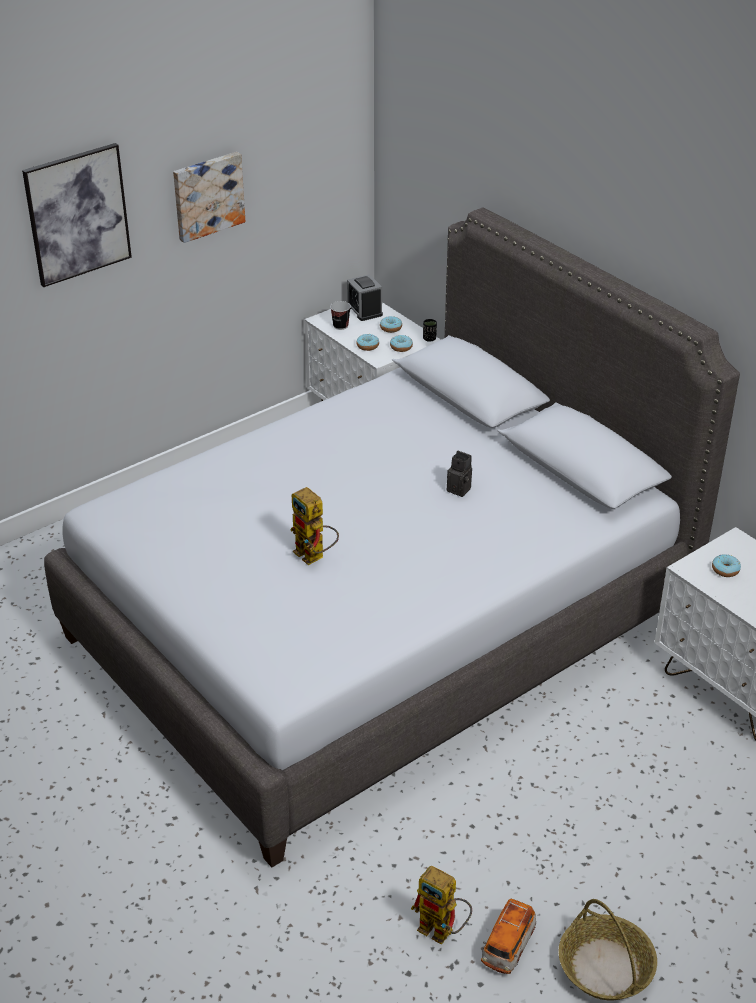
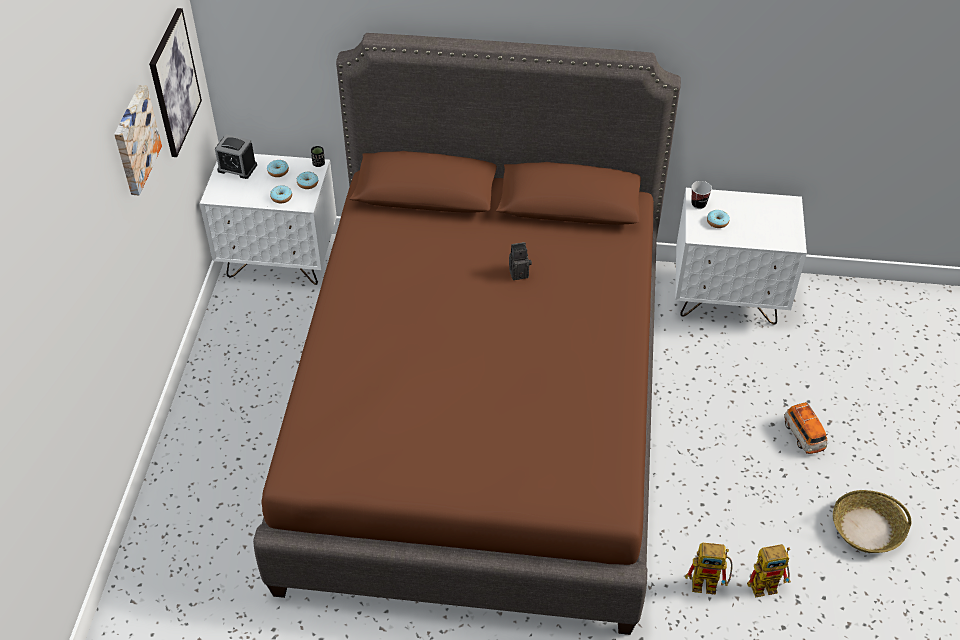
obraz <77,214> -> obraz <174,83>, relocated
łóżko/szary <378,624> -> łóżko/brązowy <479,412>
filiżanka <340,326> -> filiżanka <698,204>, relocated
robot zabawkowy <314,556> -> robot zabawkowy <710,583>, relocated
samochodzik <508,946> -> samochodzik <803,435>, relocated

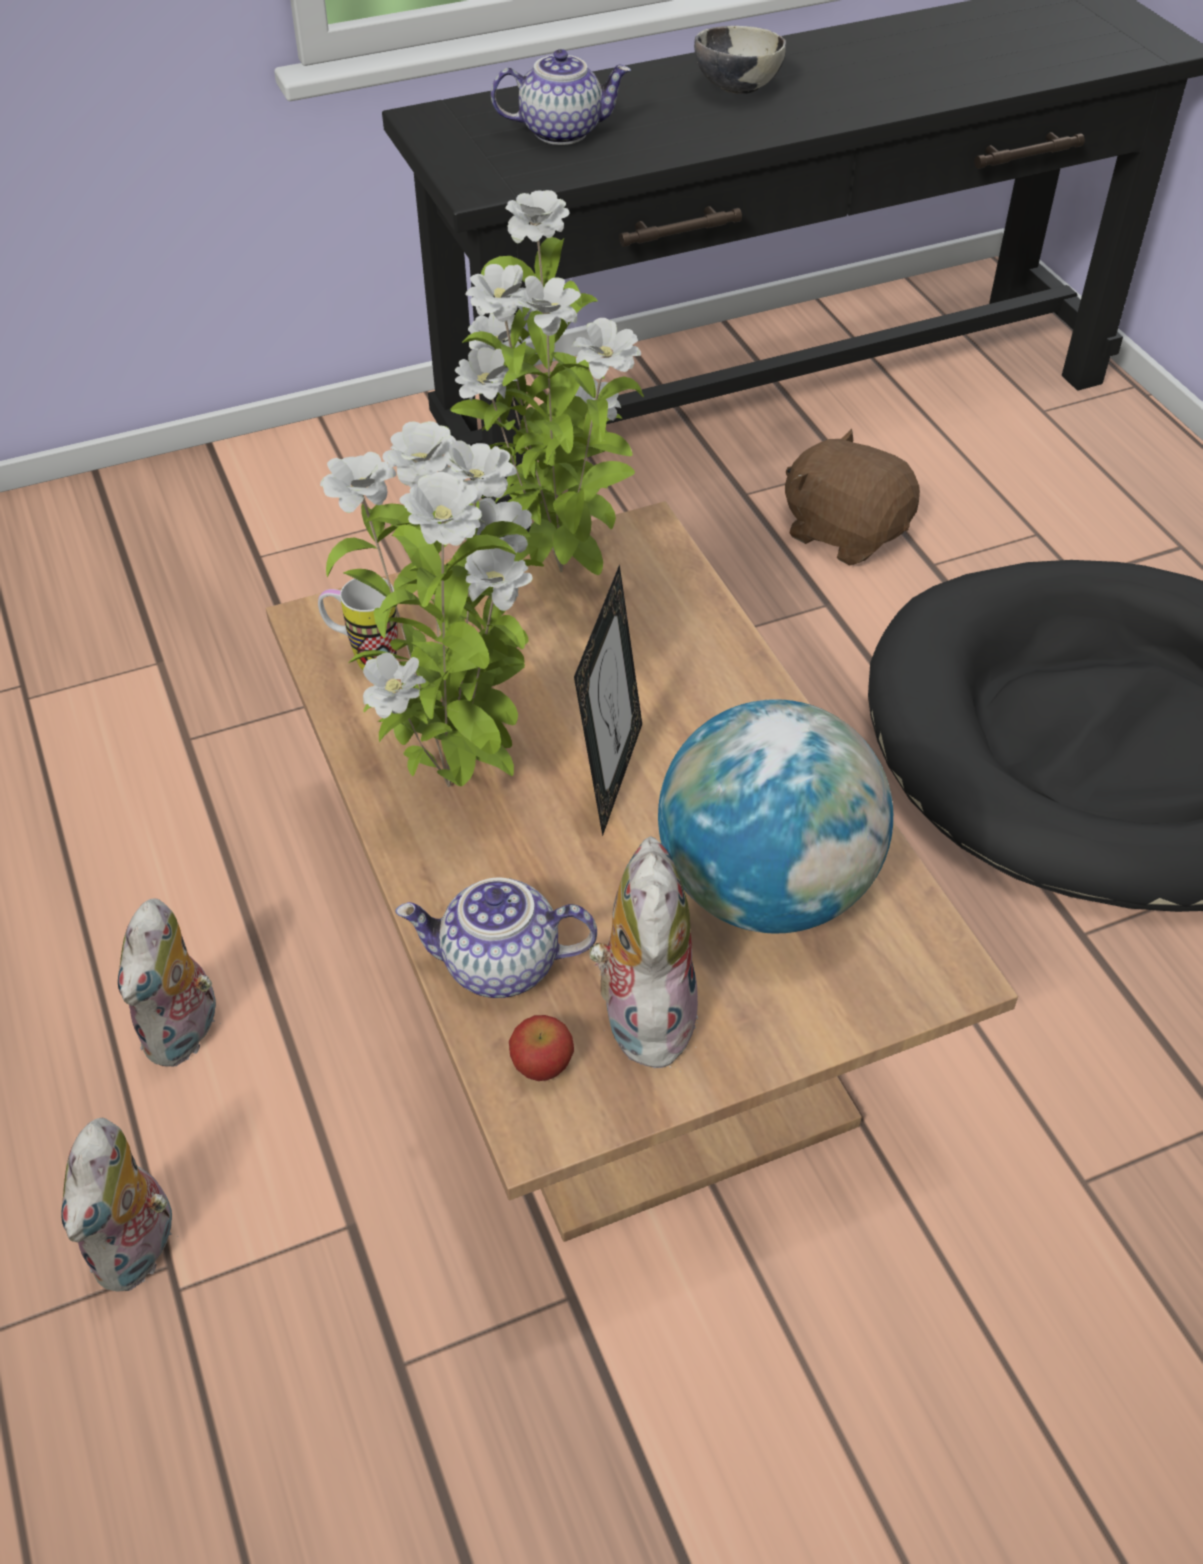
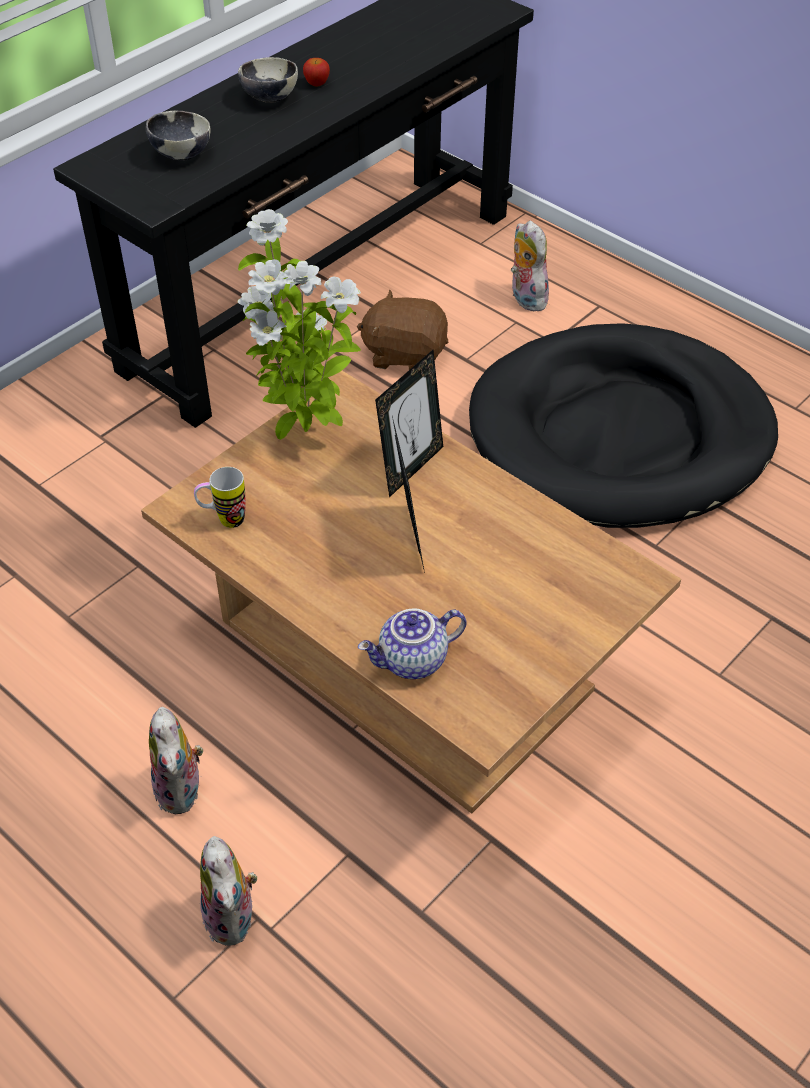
imbryk <562,131> -> miska <181,154>
roślina doniczkowa <455,783> -> none
globus <766,888> -> none
pluszak <642,1013> -> pluszak <525,298>, relocated
jabłko <542,1065> -> jabłko <317,83>, relocated
none -> ramka na zdjęcie <410,468>

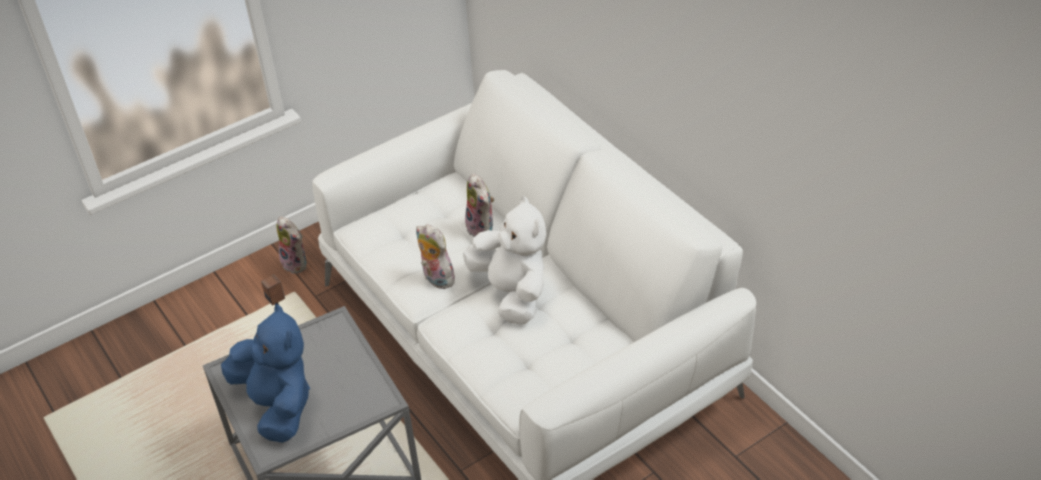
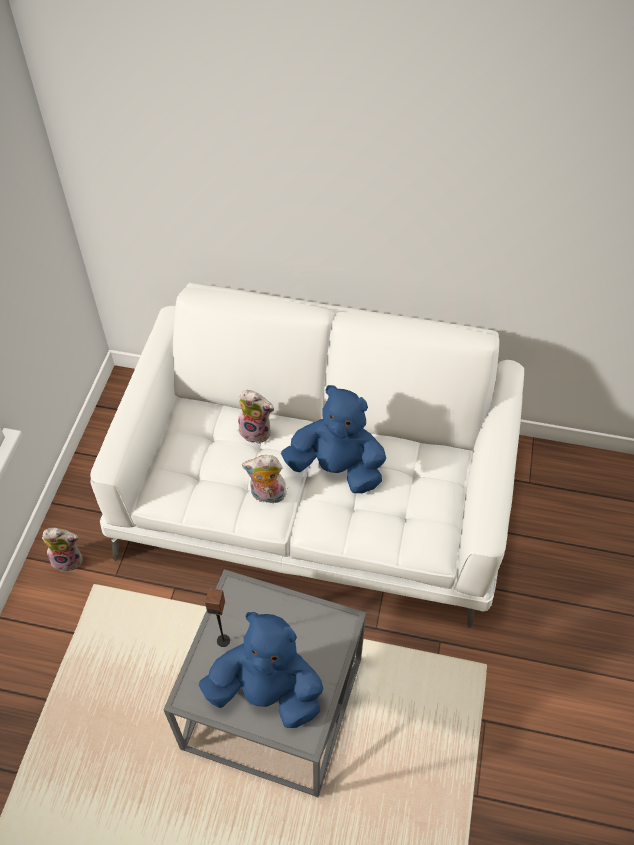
pluszak/biały <512,293> -> pluszak/niebieski <336,468>

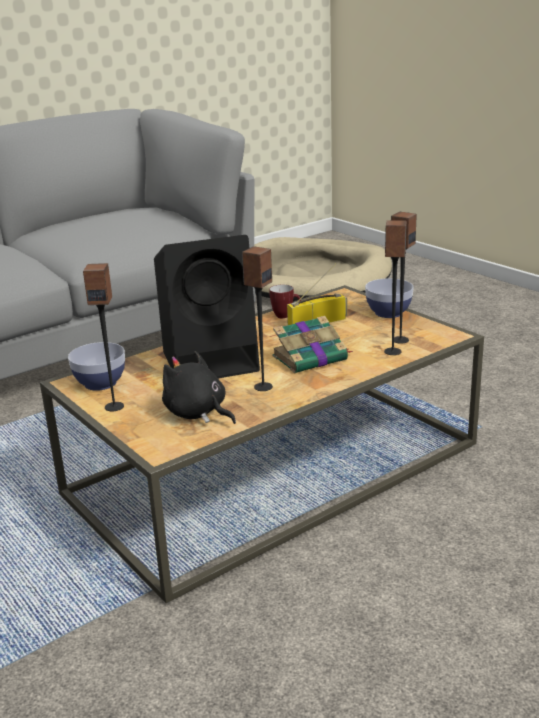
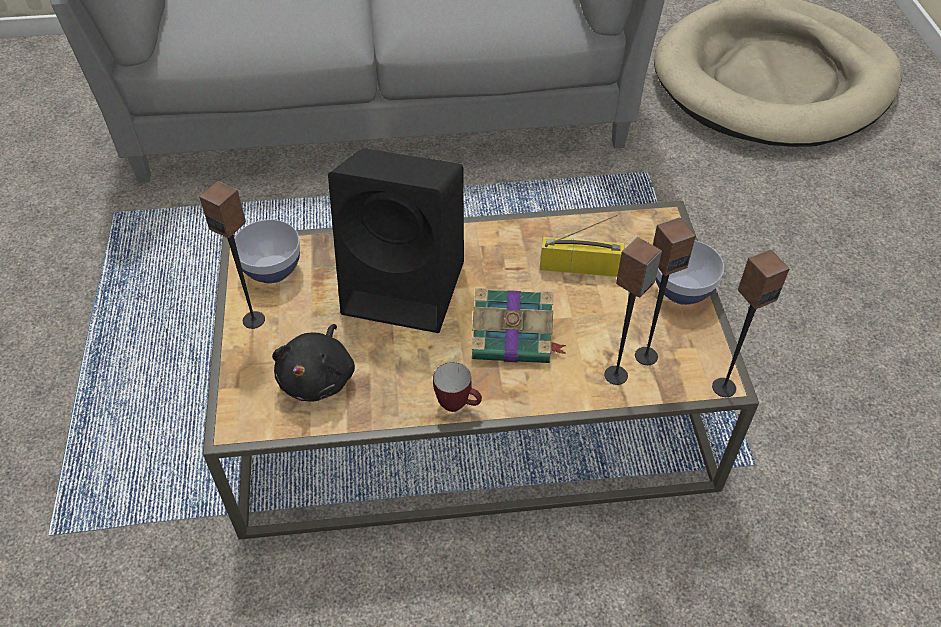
głośnik <263,387> -> głośnik <723,387>, relocated
kubek <285,315> -> kubek <458,405>, relocated
pluszak/czarny <198,413> -> pluszak/czarny <319,377>, 150 degrees counterclockwise

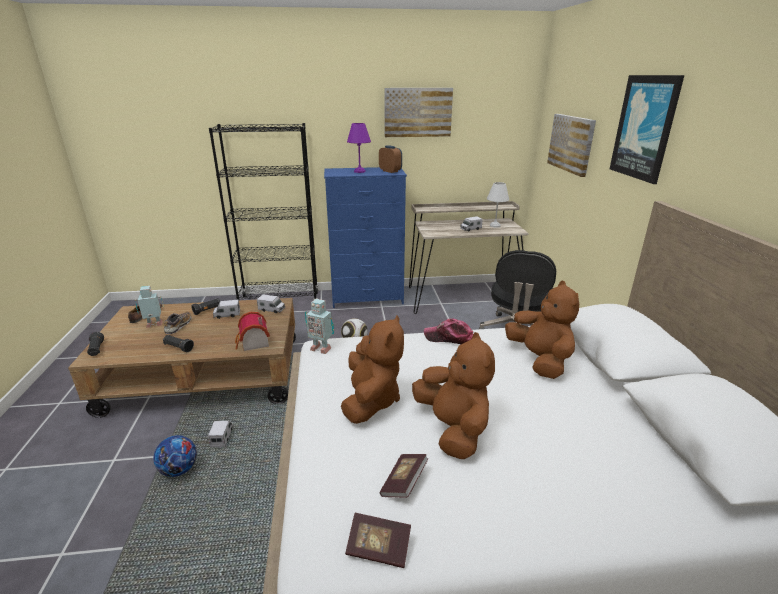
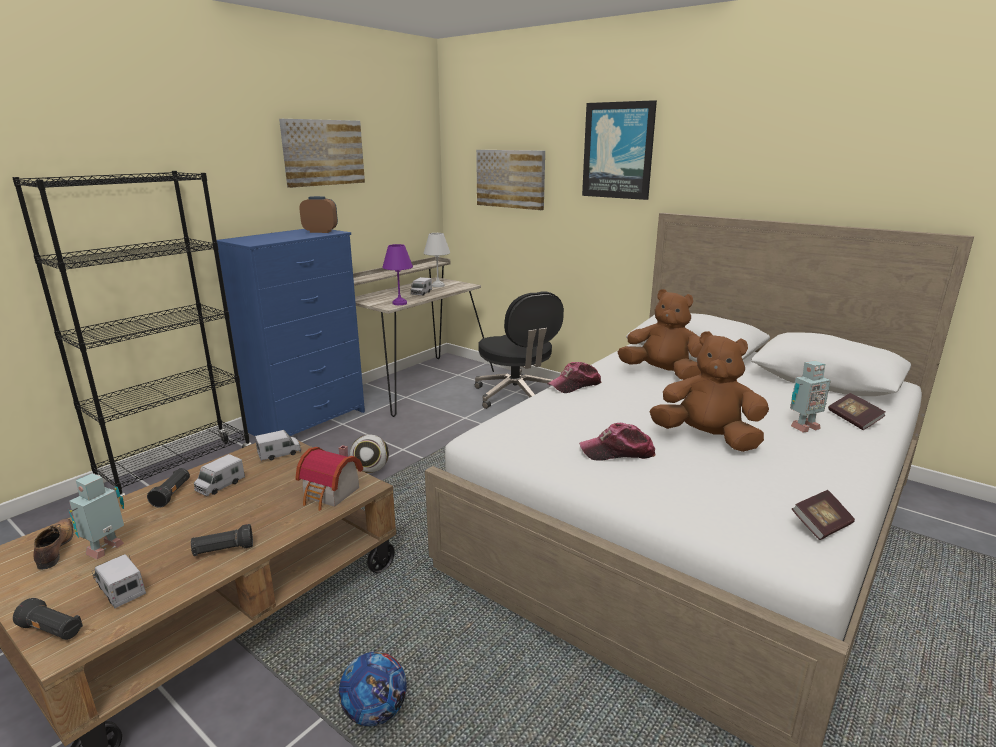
lampa stołowa/fioletowy <359,171> -> lampa stołowa/fioletowy <399,303>, relocated
robot zabawkowy <321,348> -> robot zabawkowy <802,427>, relocated
but <178,326> -> none
pluszak/brązowy <371,400> -> czapka z daszkiem <617,452>
ciężarówka zabawkowa <222,437> -> ciężarówka zabawkowa <121,590>, relocated
książka <404,483> -> książka <854,420>, relocated

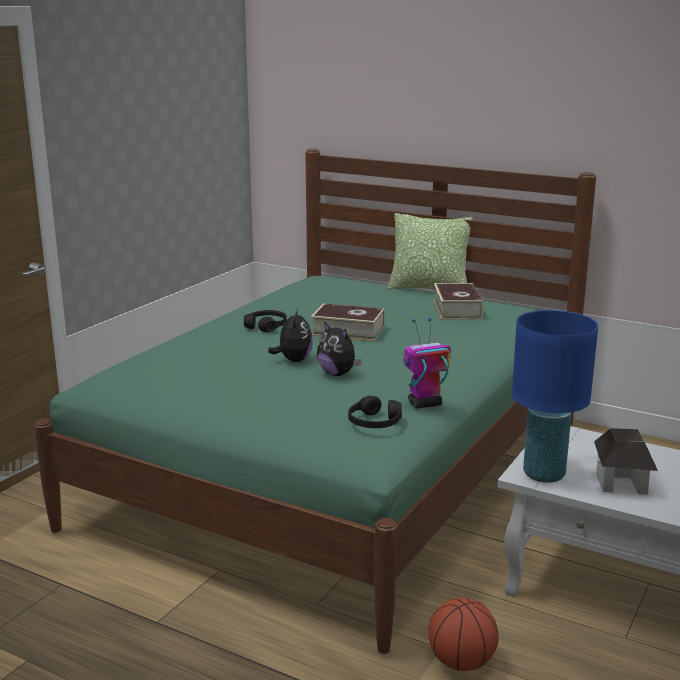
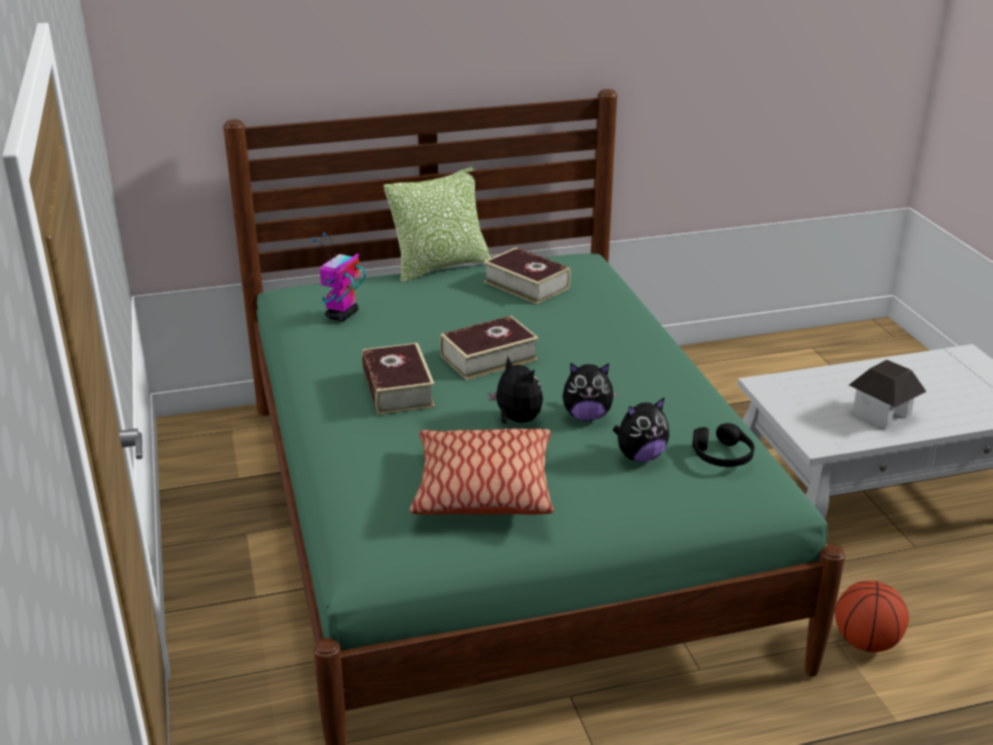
słuchawki/czarny <266,326> -> książka <398,389>
lampa stołowa/niebieski <543,474> -> none
robot zabawkowy <424,404> -> robot zabawkowy <342,315>, relocated
none -> pluszak <640,456>
none -> poduszka <483,489>

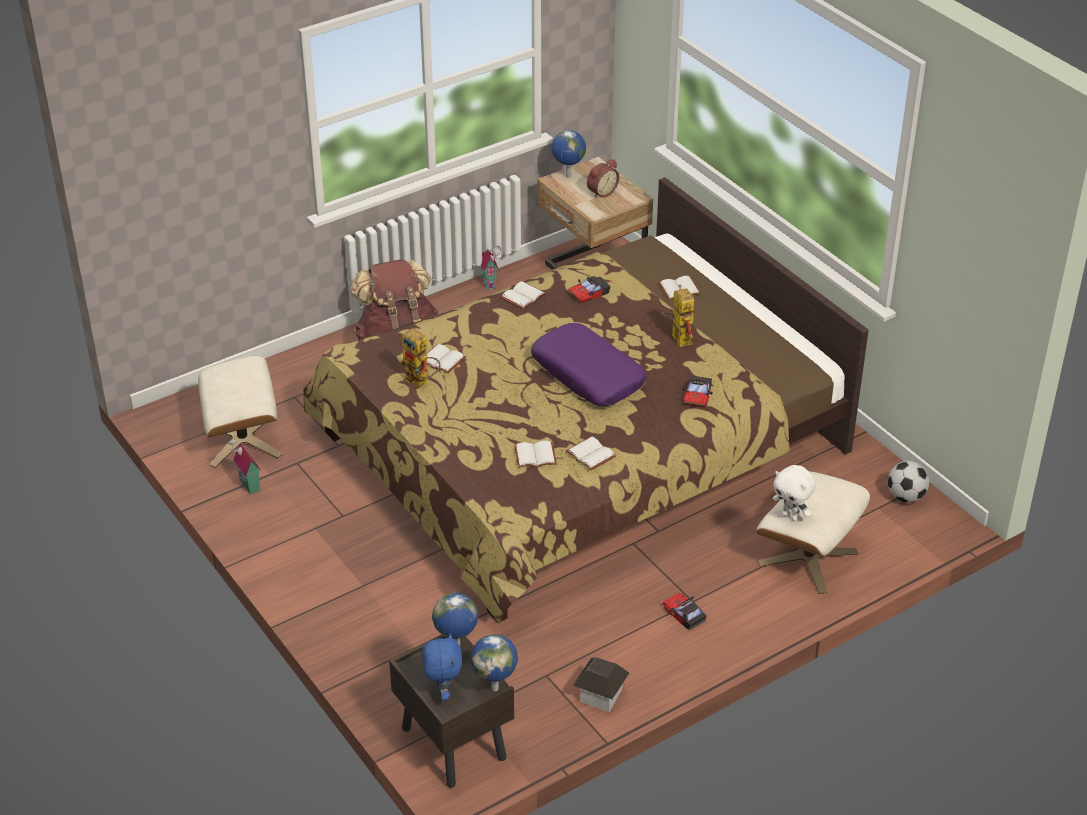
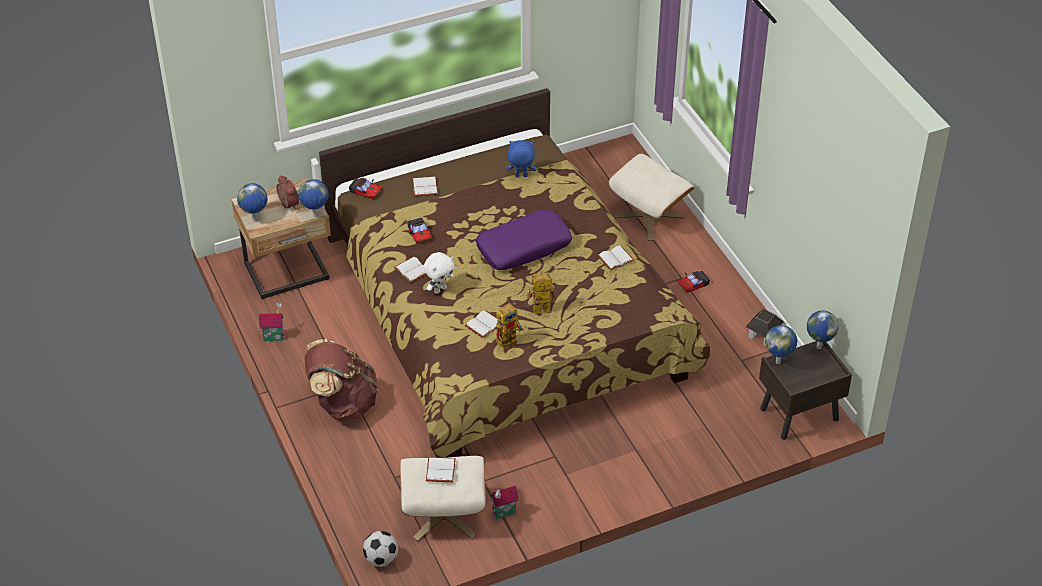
robot zabawkowy <677,337> -> robot zabawkowy <537,311>, relocated
samochodzik <697,395> -> samochodzik <365,191>, relocated
książka/biały <535,455> -> książka/biały <439,470>, relocated
piłka futbolowa <906,497> -> piłka futbolowa <381,559>, relocated
pluszak/biały <791,516> -> pluszak/biały <440,289>, relocated
pluszak/niebieski <443,692> -> pluszak/niebieski <521,176>, relocated
none -> globus <315,216>

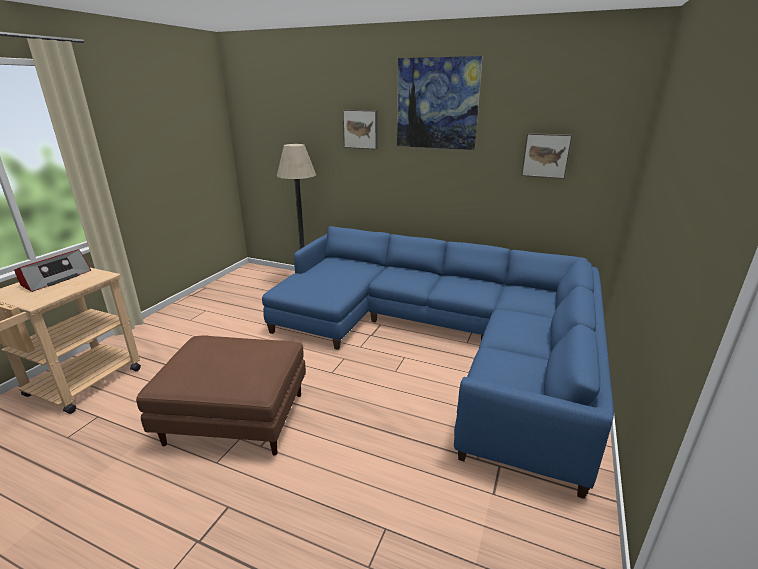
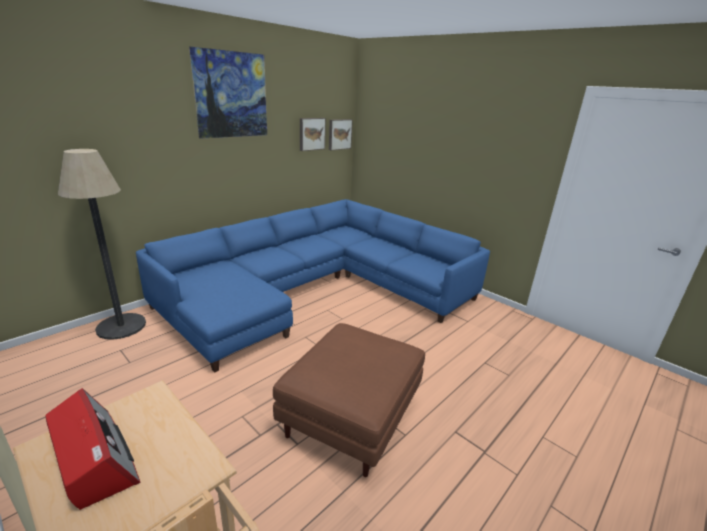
obraz <361,129> -> obraz <339,134>, relocated

